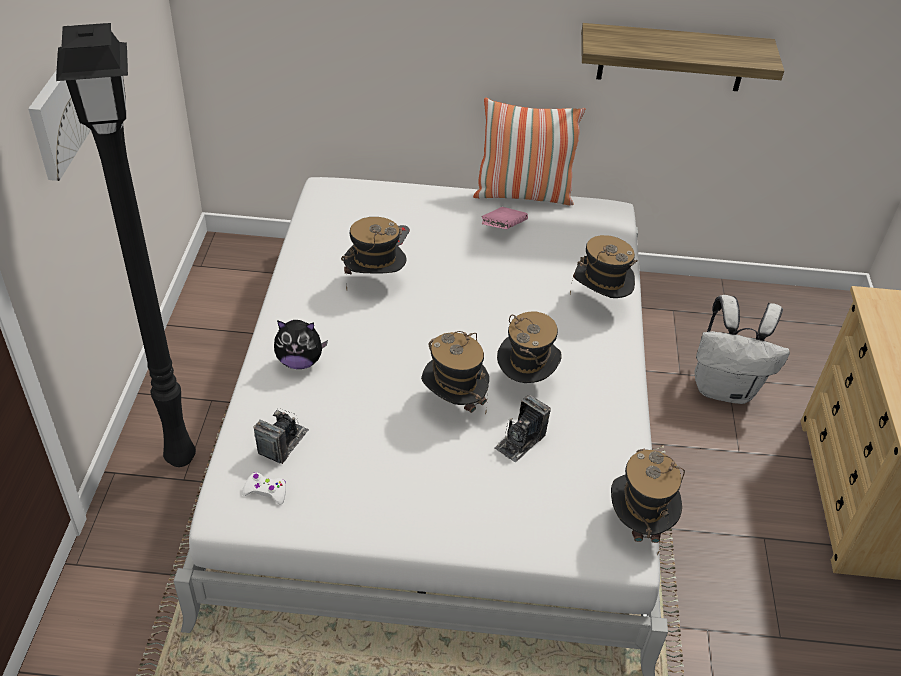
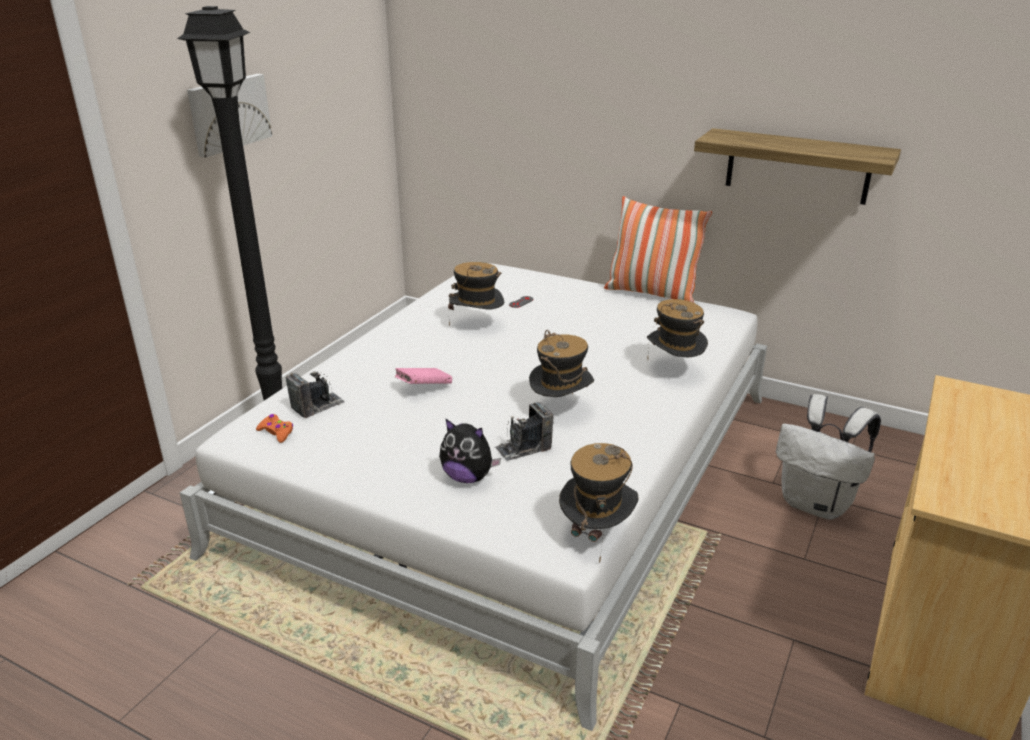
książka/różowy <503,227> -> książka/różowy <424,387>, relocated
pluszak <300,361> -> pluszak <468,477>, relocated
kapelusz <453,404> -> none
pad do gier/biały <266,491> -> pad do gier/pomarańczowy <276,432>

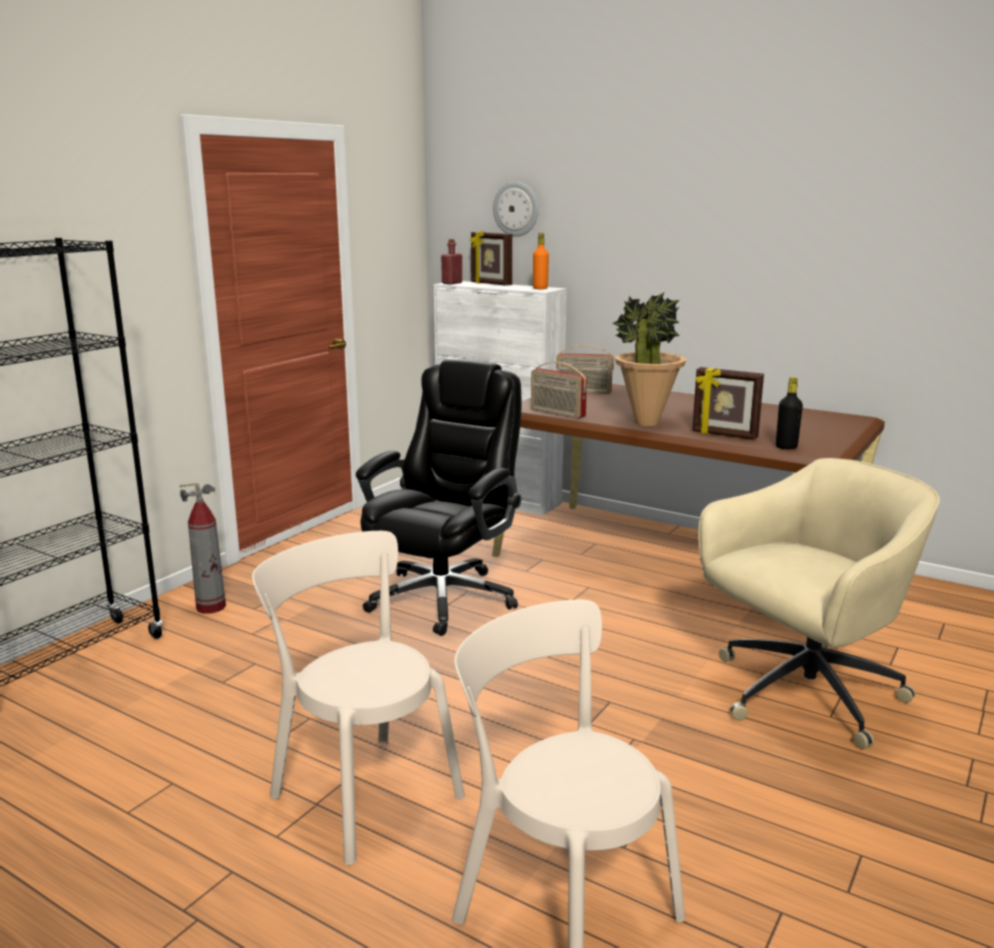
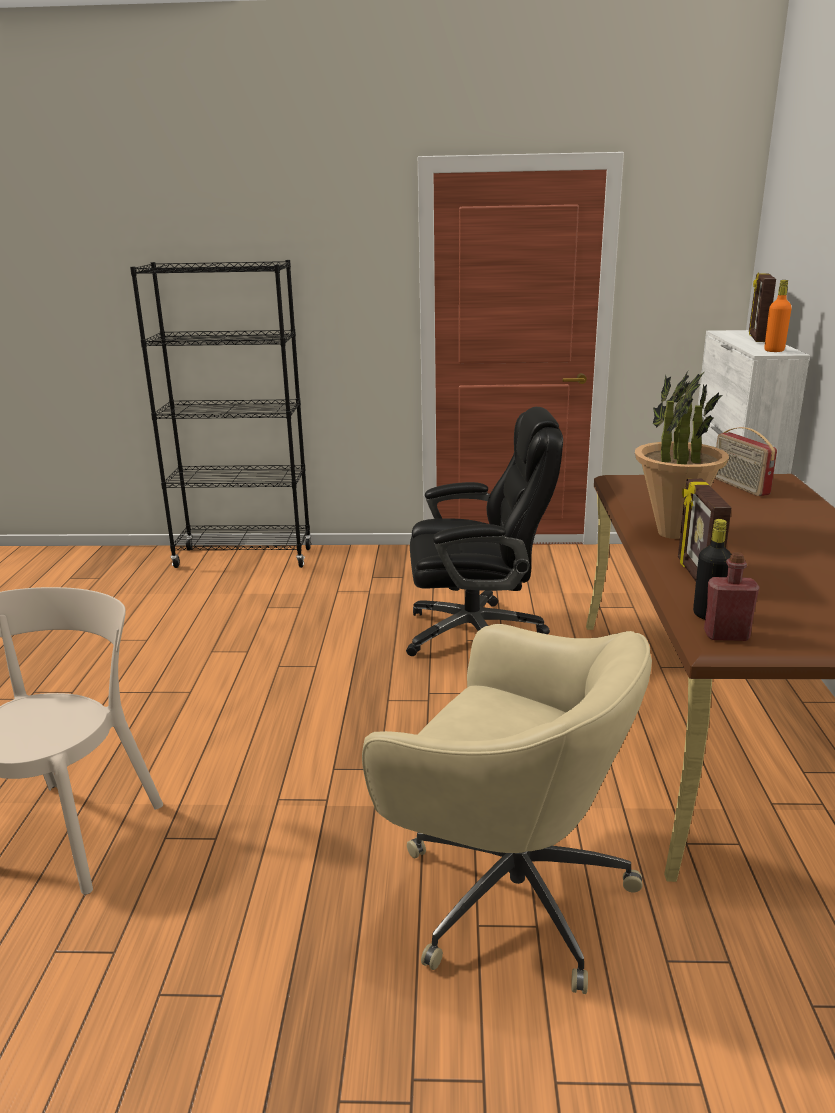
zegar ścienny <516,209> -> none
butelka/czerwony <452,283> -> butelka/czerwony <726,635>, relocated
radio <557,413> -> none
gaśnica <211,607> -> none
krzesło/beżowy <362,791> -> none

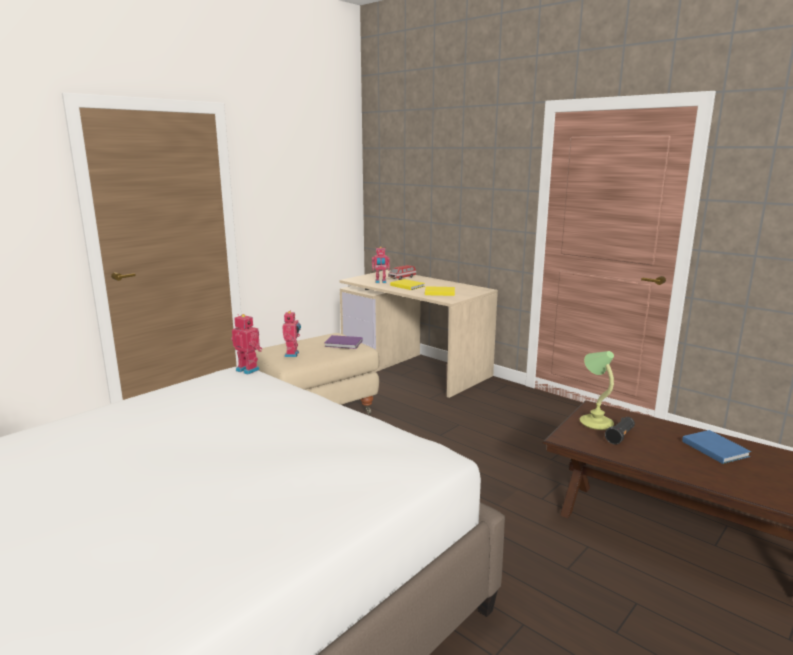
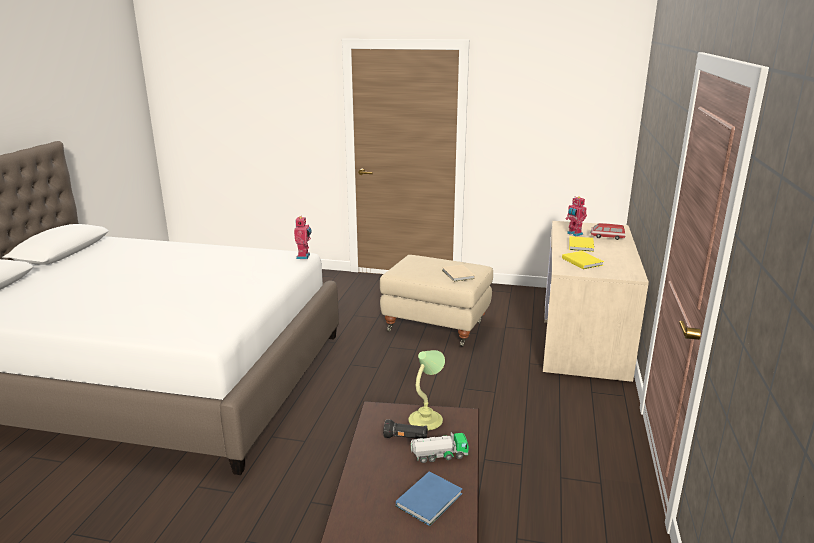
robot zabawkowy <293,354> -> none
książka/fioletowy <344,344> -> książka/beżowy <458,275>
none -> ciężarówka zabawkowa <439,456>

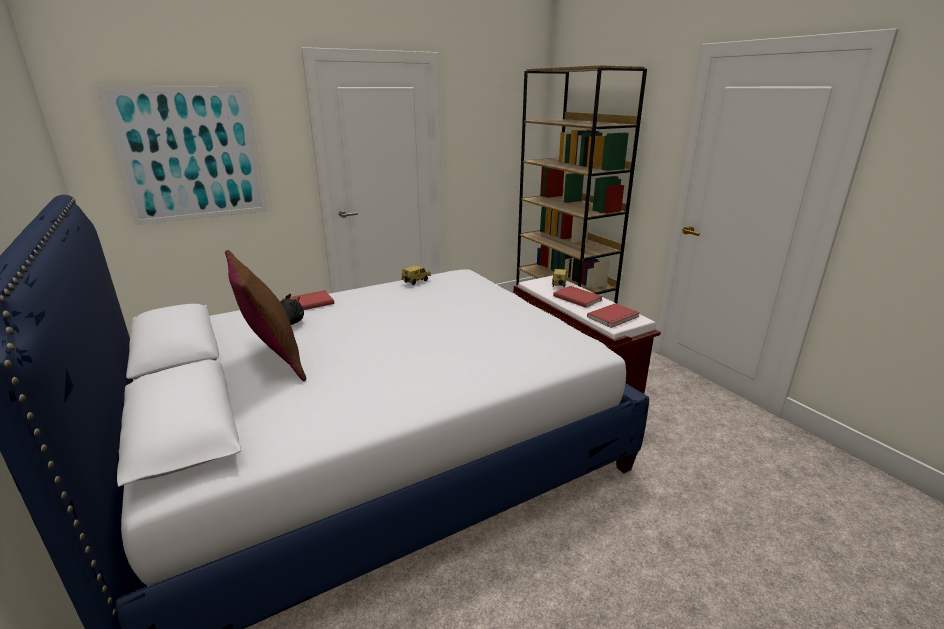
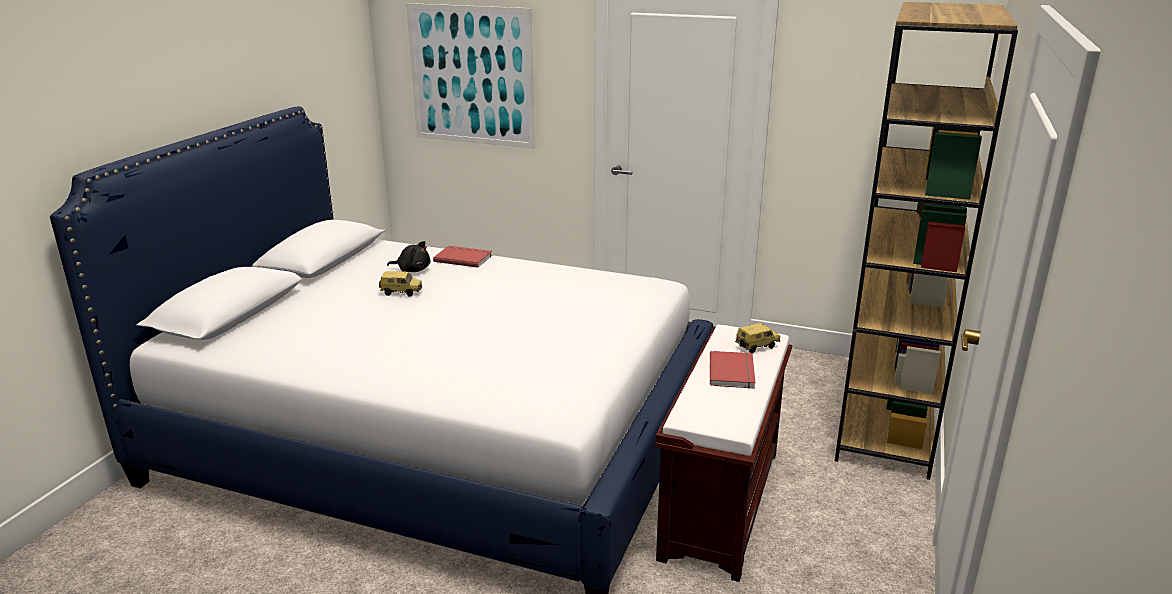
poduszka/brązowy <273,361> -> none
samochodzik <416,281> -> samochodzik <401,292>, relocated
książka/czerwony <614,317> -> none

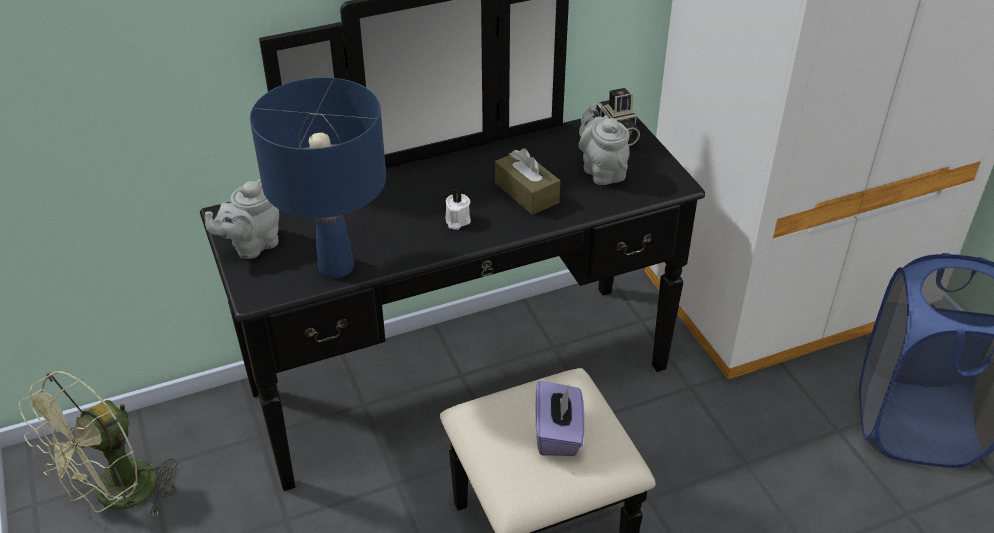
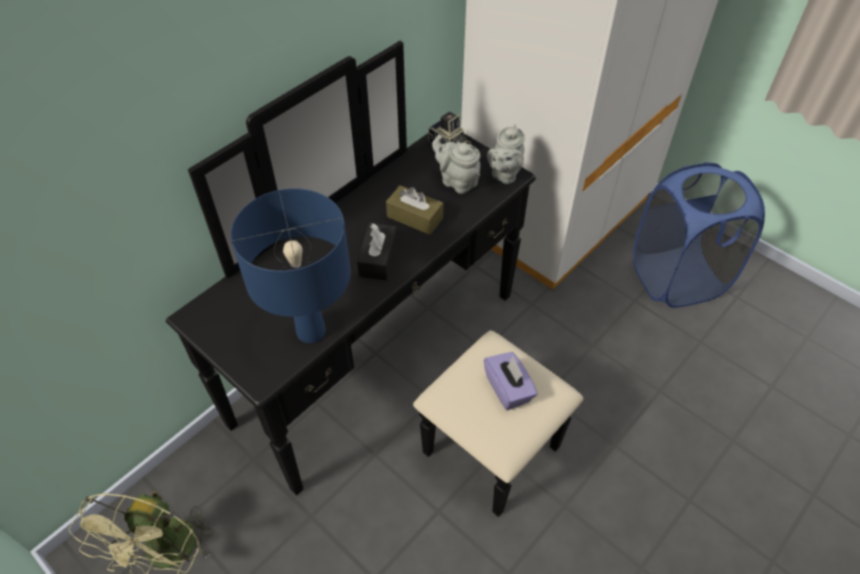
imbryk/szary <252,245> -> imbryk/szary <504,174>, relocated
świeca/biały <456,221> -> pudełko chusteczek/czarny <378,258>

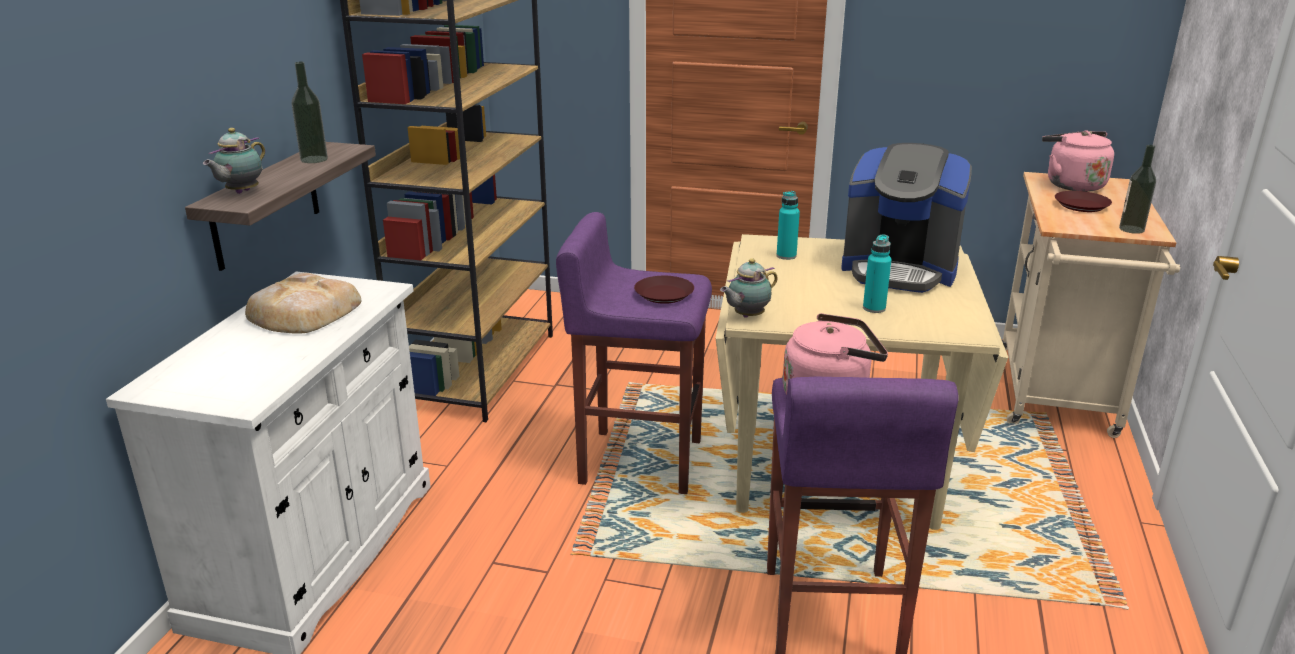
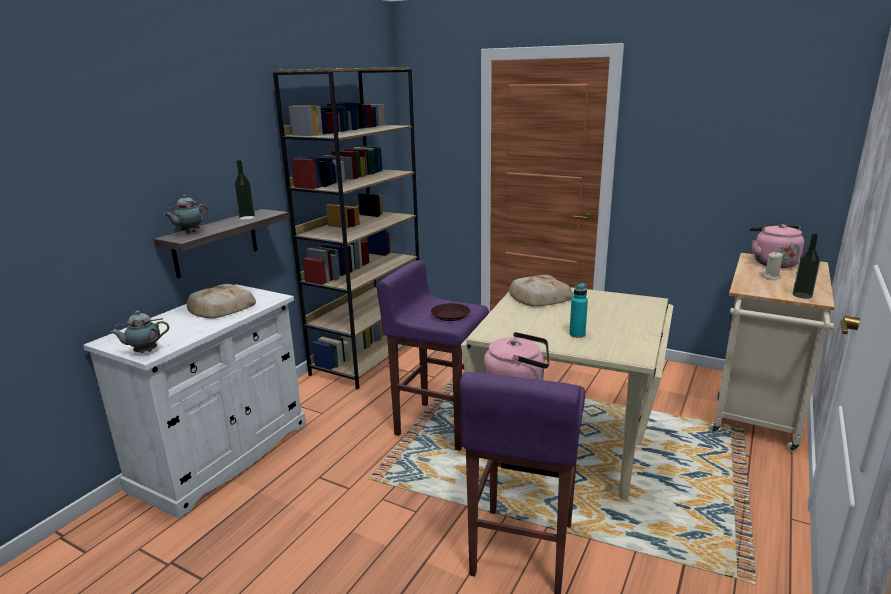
ekspres do kawy <899,270> -> none
butelka/turkusowy <786,256> -> chleb <538,296>
talerz/brązowy <1081,206> -> świeca/beżowy <771,277>
imbryk <747,316> -> imbryk <144,352>, relocated

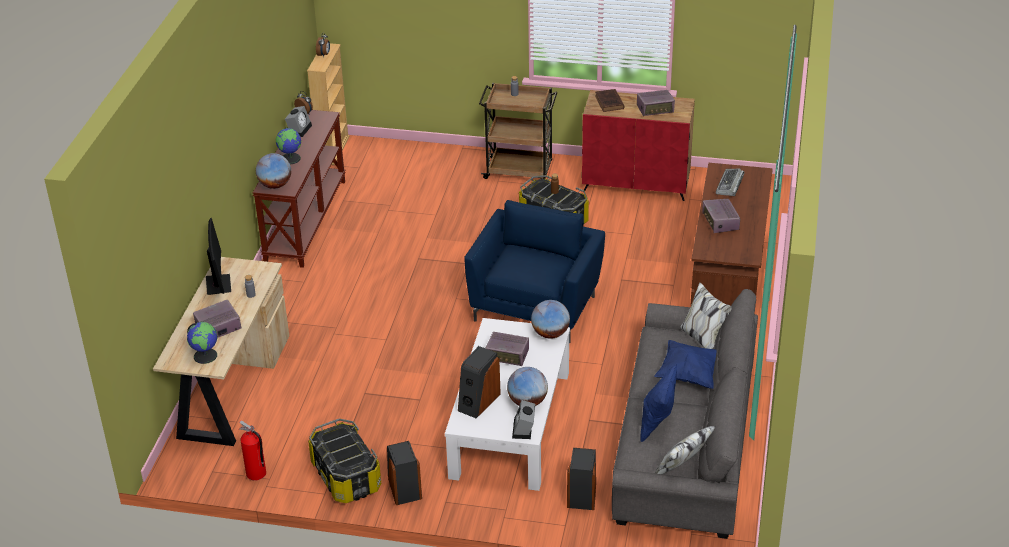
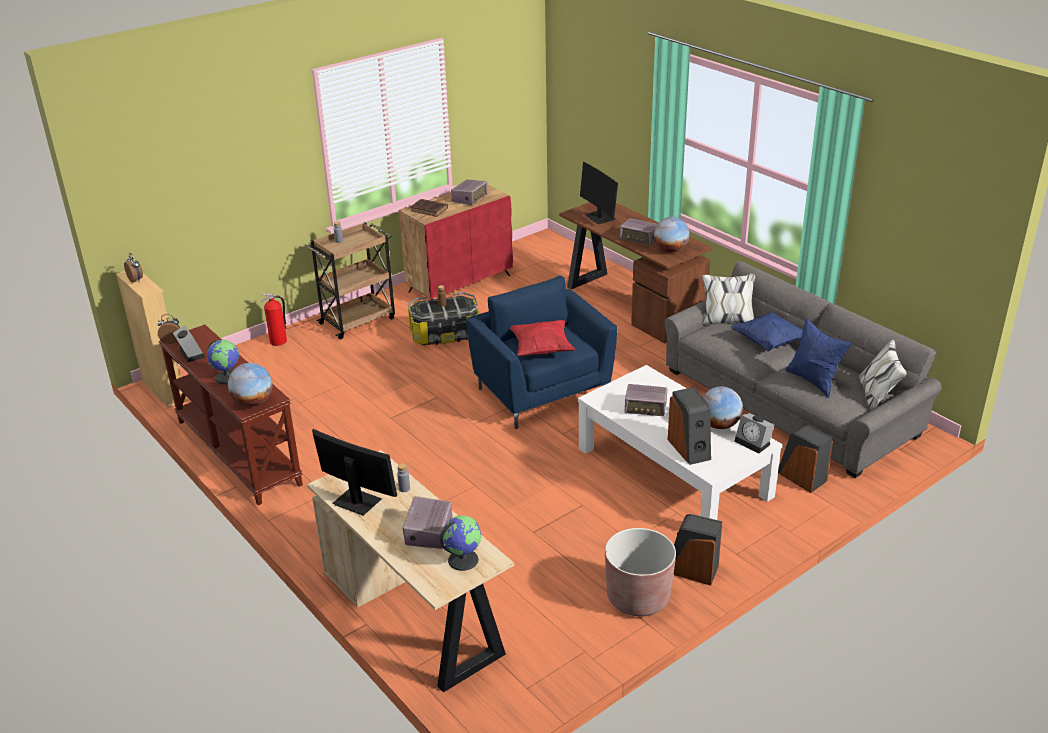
klawiatura <729,185> -> monitor <600,218>
globus <550,333> -> globus <670,250>, relocated
radio <507,356> -> radio <646,408>, 45 degrees clockwise
pojemnik do przechowywania <346,476> -> donica/brązowy <638,597>
gaśnica <256,474> -> gaśnica <279,342>, relocated
none -> poduszka/czerwony <541,349>

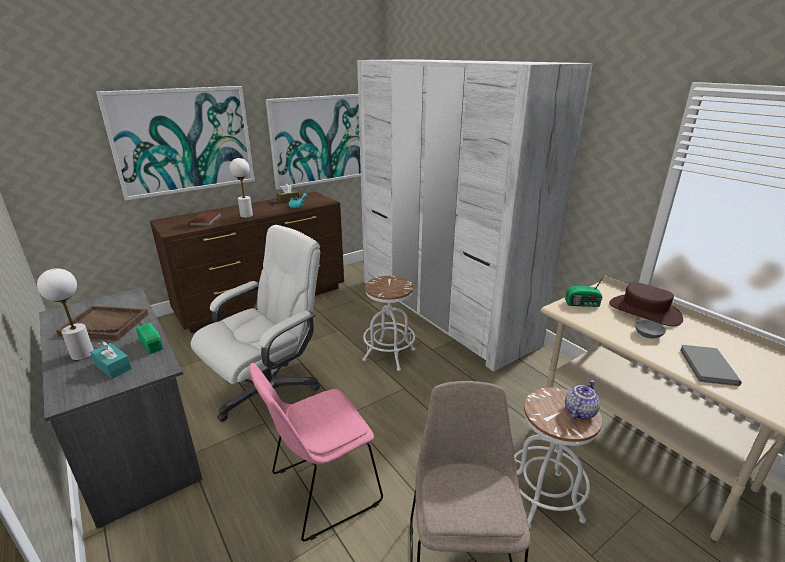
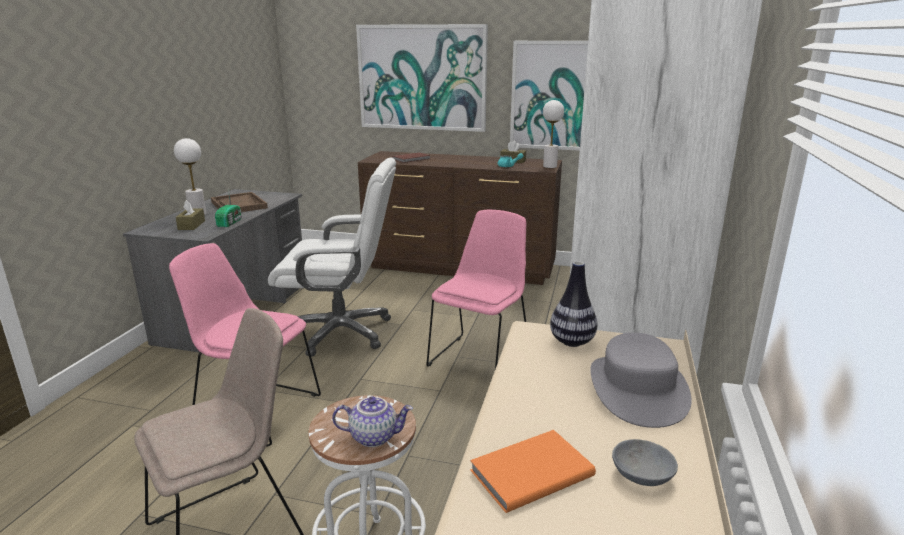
lampa stołowa/biały <246,215> -> lampa stołowa/biały <549,166>, relocated
stołek/biały <389,355> -> krzesło/różowy <480,359>
radio <583,304> -> wazon <572,342>
kapelusz/brązowy <644,311> -> kapelusz/szary <637,389>
miska/szary <648,335> -> miska/szary <641,475>, relocated
pudełko chusteczek/turkusowy <113,367> -> pudełko chusteczek/brązowy <191,225>
książka/szary <706,367> -> książka/pomarańczowy <529,472>

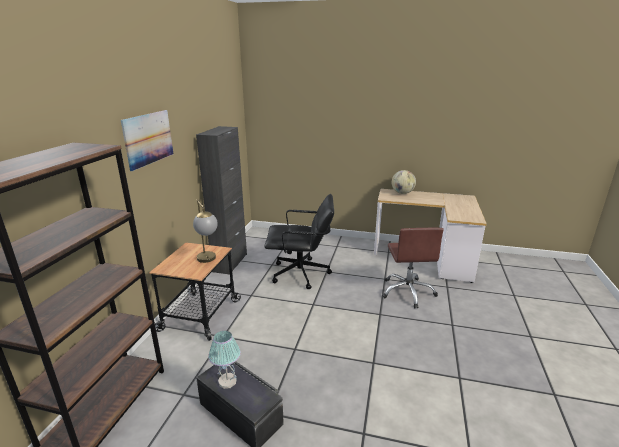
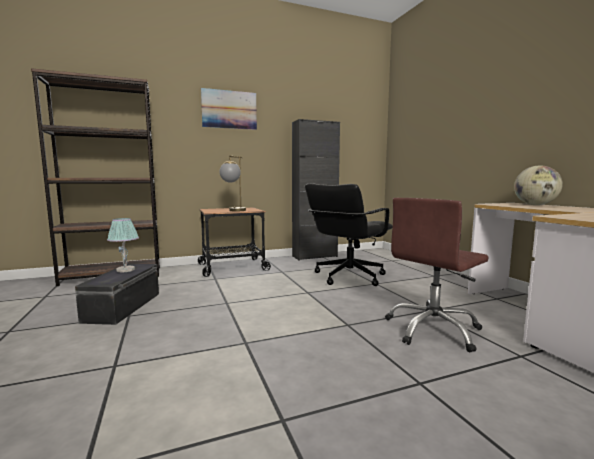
krzesło biurowe/czarny <301,274> -> krzesło biurowe/czarny <348,277>, 75 degrees clockwise

